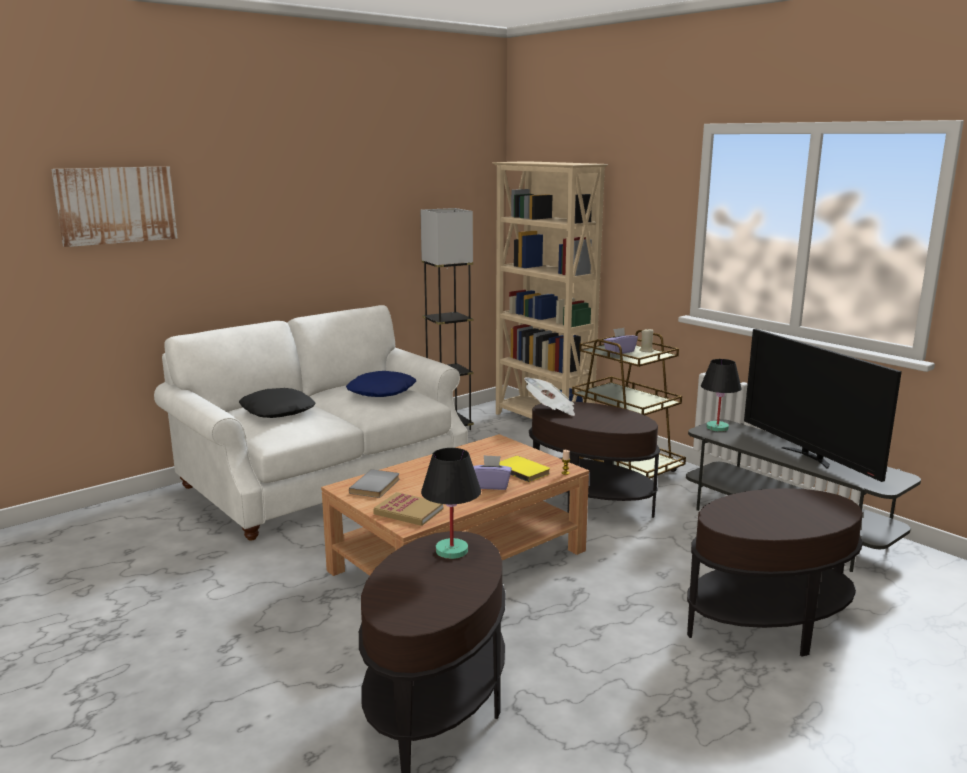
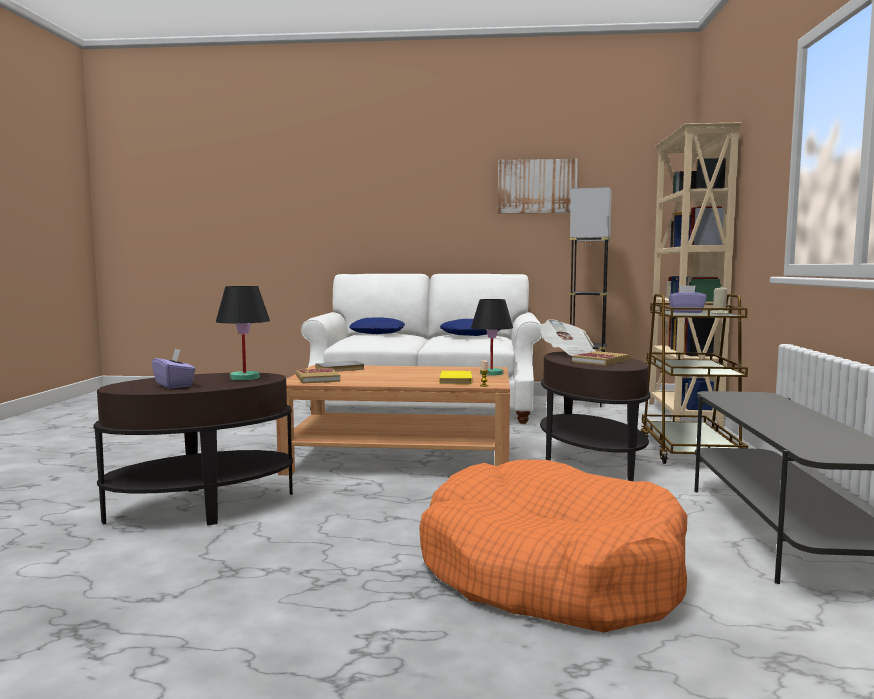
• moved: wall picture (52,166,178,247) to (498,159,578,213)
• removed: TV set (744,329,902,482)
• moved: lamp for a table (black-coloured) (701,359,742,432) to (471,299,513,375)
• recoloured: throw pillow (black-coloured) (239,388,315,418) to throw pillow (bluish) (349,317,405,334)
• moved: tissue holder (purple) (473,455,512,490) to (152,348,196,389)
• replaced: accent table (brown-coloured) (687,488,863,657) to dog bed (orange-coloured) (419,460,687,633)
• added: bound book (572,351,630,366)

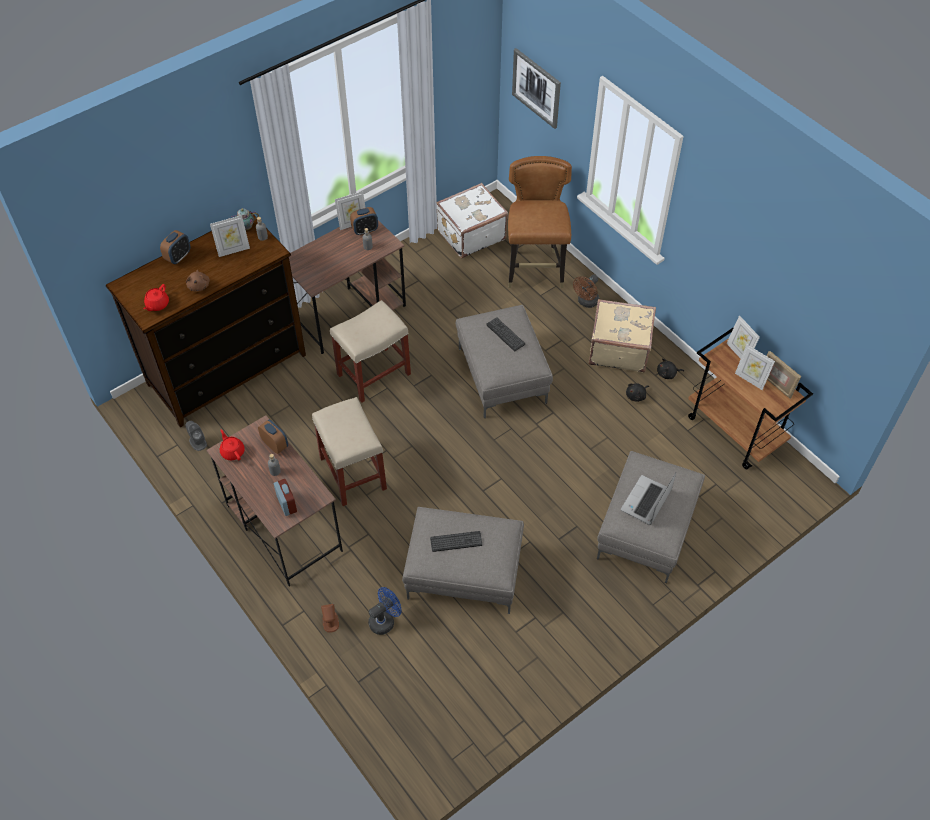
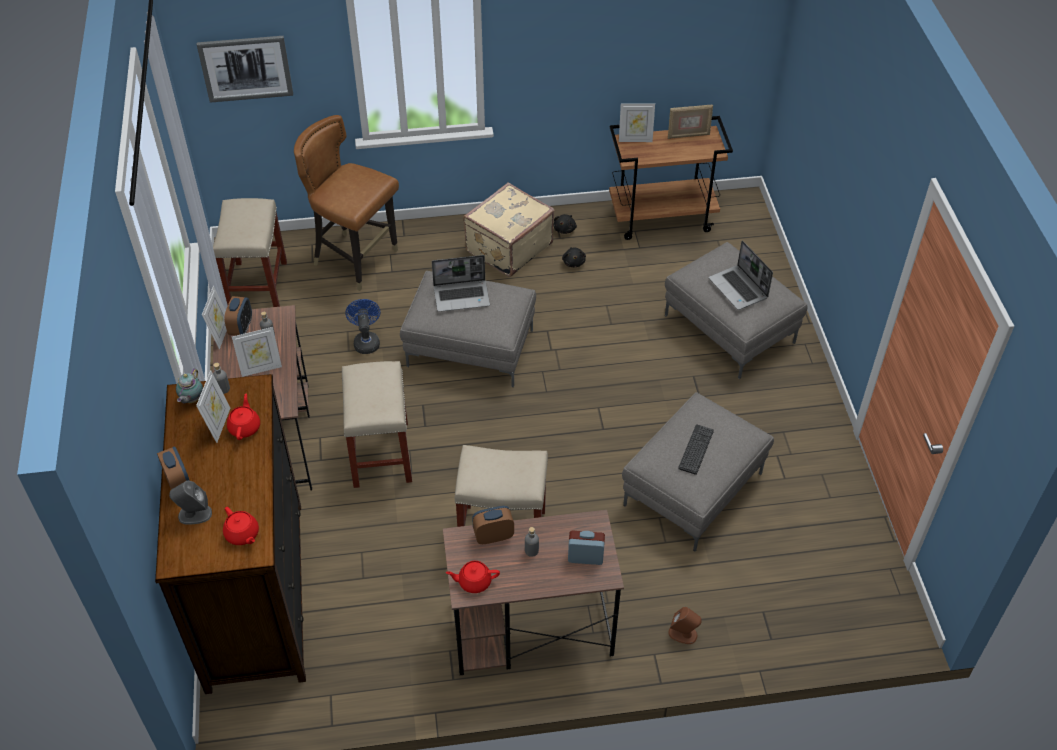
• replaced: piece of luggage (white) (437,183,508,258) to stool (beige) (213,198,287,307)
• removed: soft toy (brown-coloured) (186,270,210,292)
• removed: fan (brown-coloured) (573,274,599,308)
• replaced: PC keyboard (486,317,525,351) to laptop (432,255,490,312)
• moved: picture frame (735,344,775,390) to (232,327,282,377)
• moved: audio speaker (gray) (185,421,207,451) to (169,481,212,525)
• moved: fan (bluish) (368,587,402,635) to (345,299,380,354)
• added: teapot (reddish) (227,394,260,440)

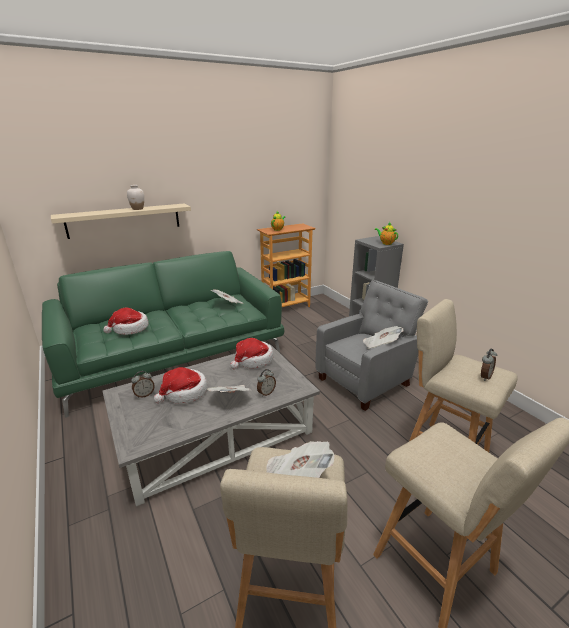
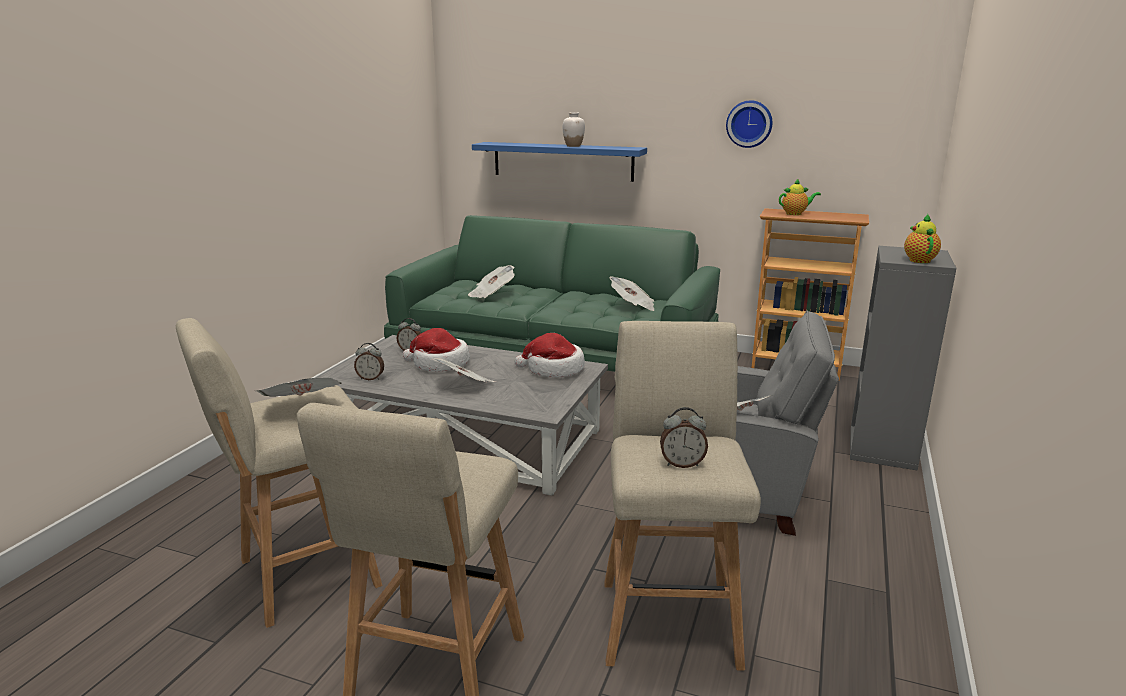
• recoloured: shelf (beige) (51,203,191,239) to shelf (bluish) (472,142,647,182)
• replaced: wearable hat (103,308,149,335) to printed paper (468,265,515,298)
• moved: bedside clock (257,369,276,397) to (354,343,384,380)
• added: hanging clock (726,100,772,148)

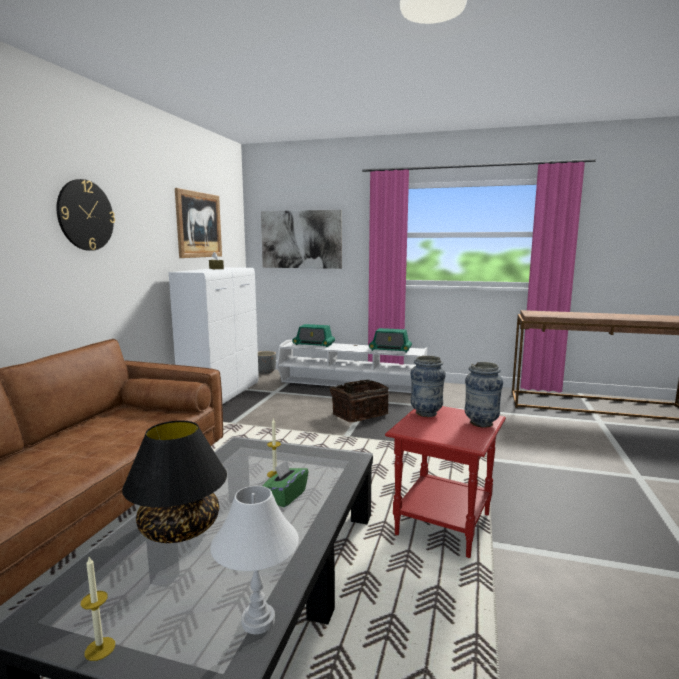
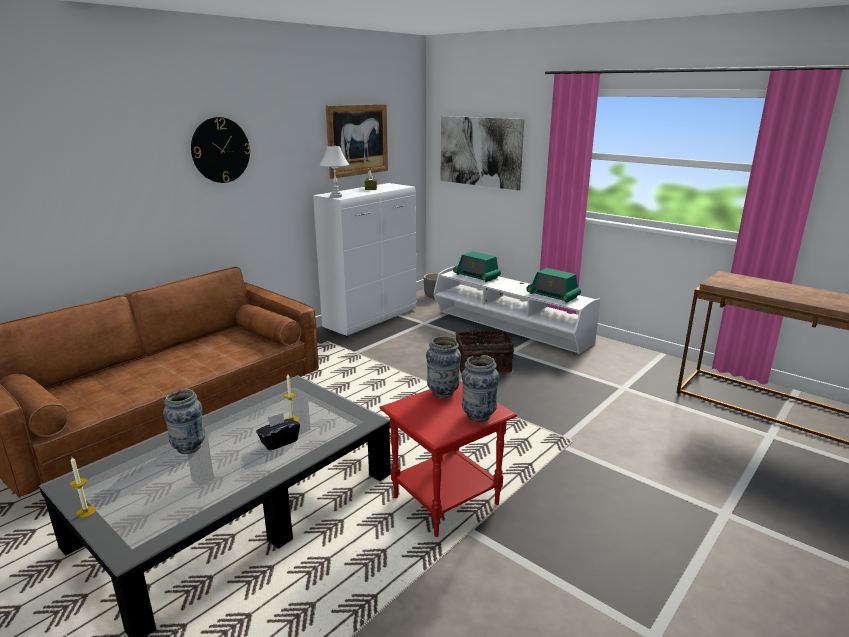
• replaced: lamp for a table (black-coloured) (122,420,227,543) to decorative vase (163,389,205,454)
• recoloured: tissue holder (greenish) (263,460,308,507) to tissue holder (black-coloured) (256,413,300,451)
• moved: lamp for a table (white) (210,486,299,634) to (320,146,349,198)

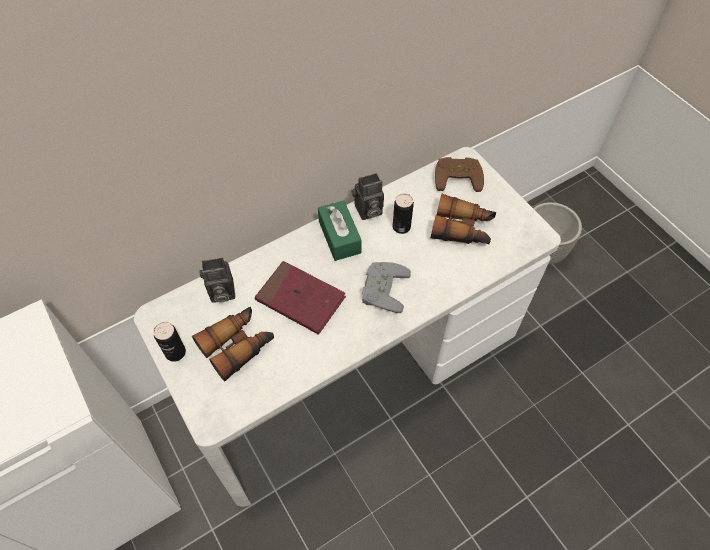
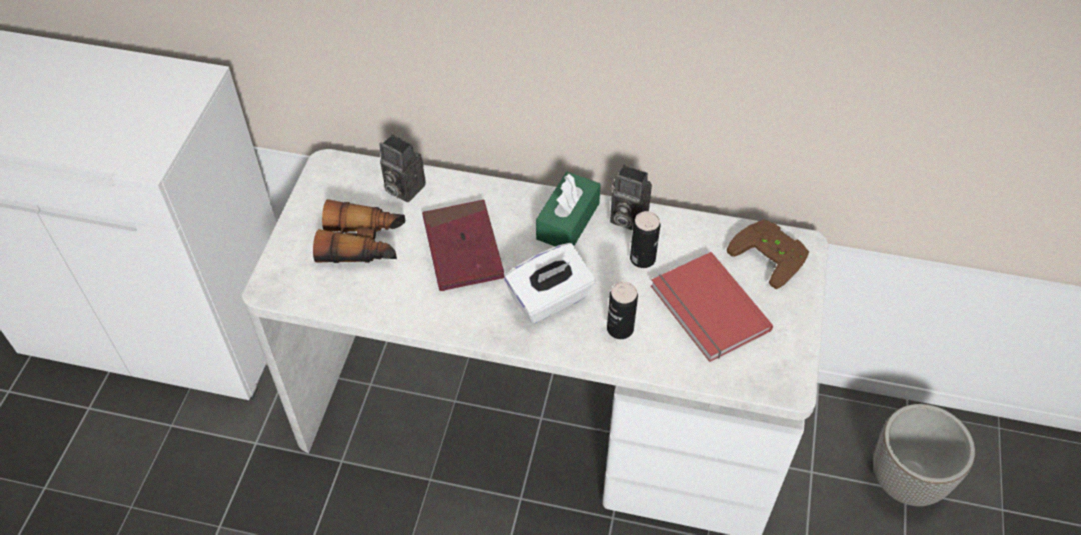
• replaced: binoculars (431,194,496,244) to bound book (reddish) (651,252,773,362)
• replaced: game controller (gray) (362,262,411,313) to tissue holder (white) (504,243,595,324)
• moved: sealed can (153,322,186,362) to (607,282,638,339)

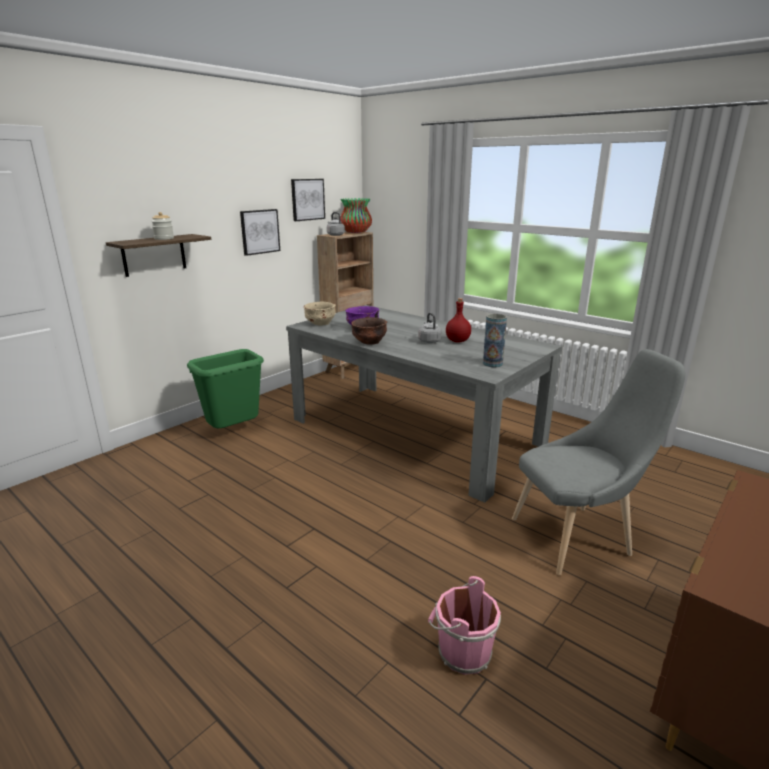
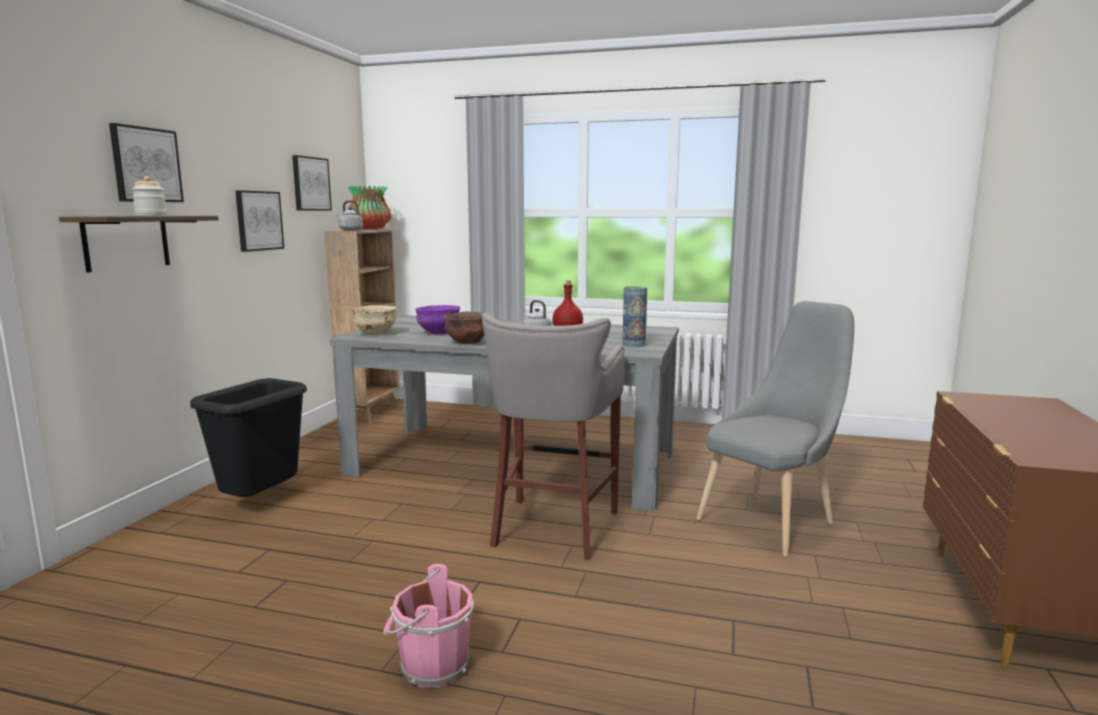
• recoloured: waste bin (greenish) (187,349,264,428) to waste bin (black-coloured) (190,378,307,497)
• moved: bucket (pink) (428,576,501,675) to (383,564,474,688)
• added: wall picture (109,123,184,202)
• added: stool (gray) (481,313,625,560)

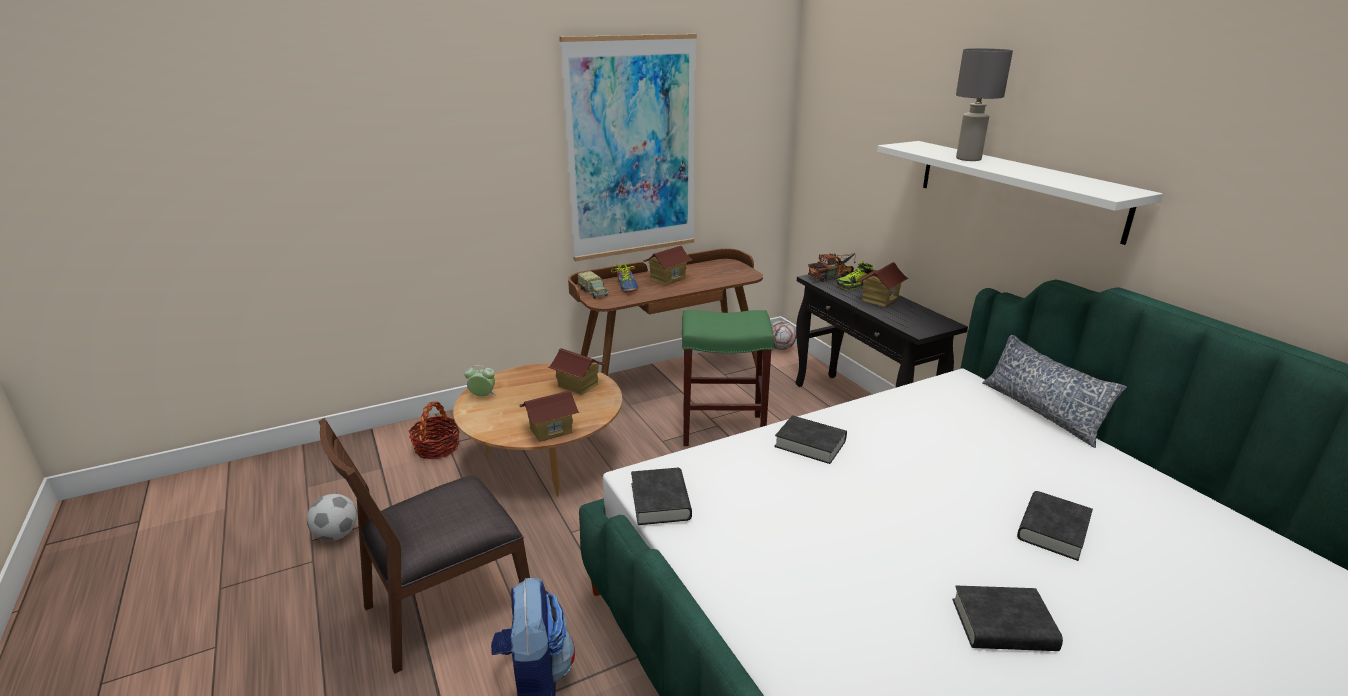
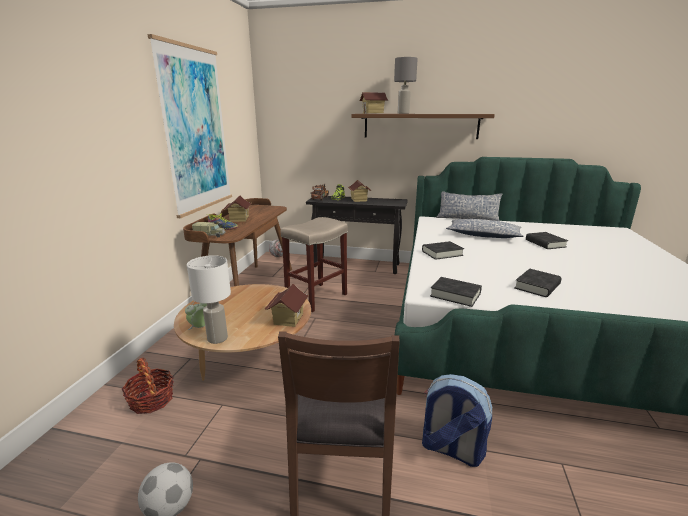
• recoloured: shelf (white) (877,141,1163,245) to shelf (brown-coloured) (351,114,495,139)
• recoloured: stool (greenish) (682,310,774,446) to stool (beige) (281,217,348,312)
• moved: miniature house (548,348,605,395) to (359,92,388,114)
• moved: bound book (black-coloured) (952,586,1063,651) to (515,269,561,297)
• added: throw pillow (446,219,524,238)
• added: lamp for a table (white) (187,255,231,344)

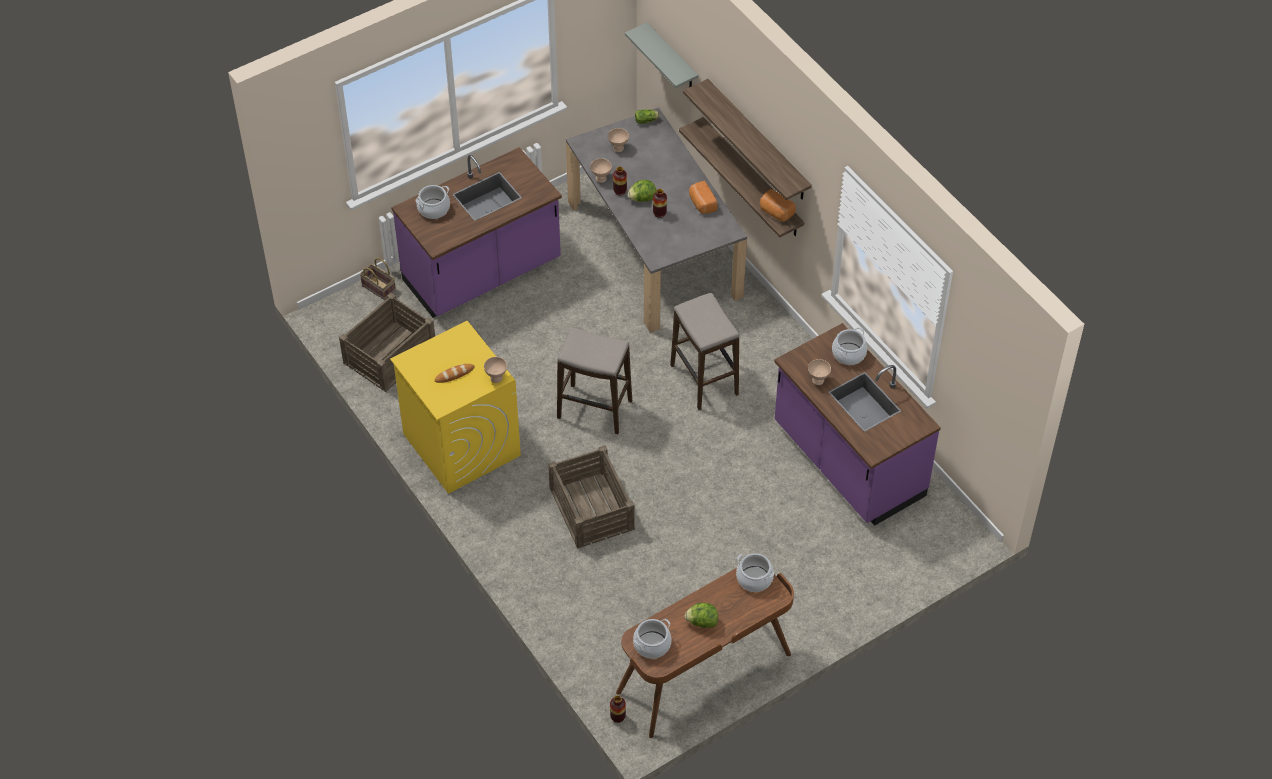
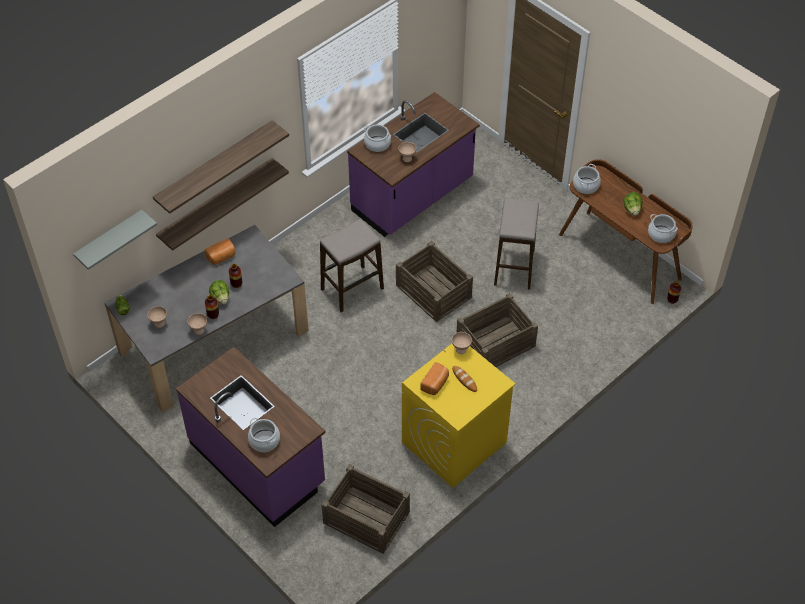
• moved: bakery bread (760,189,796,222) to (420,362,449,395)
• removed: basket (360,258,396,300)
• moved: stool (557,327,632,434) to (494,198,539,290)
• added: shipping crate (396,241,473,322)

